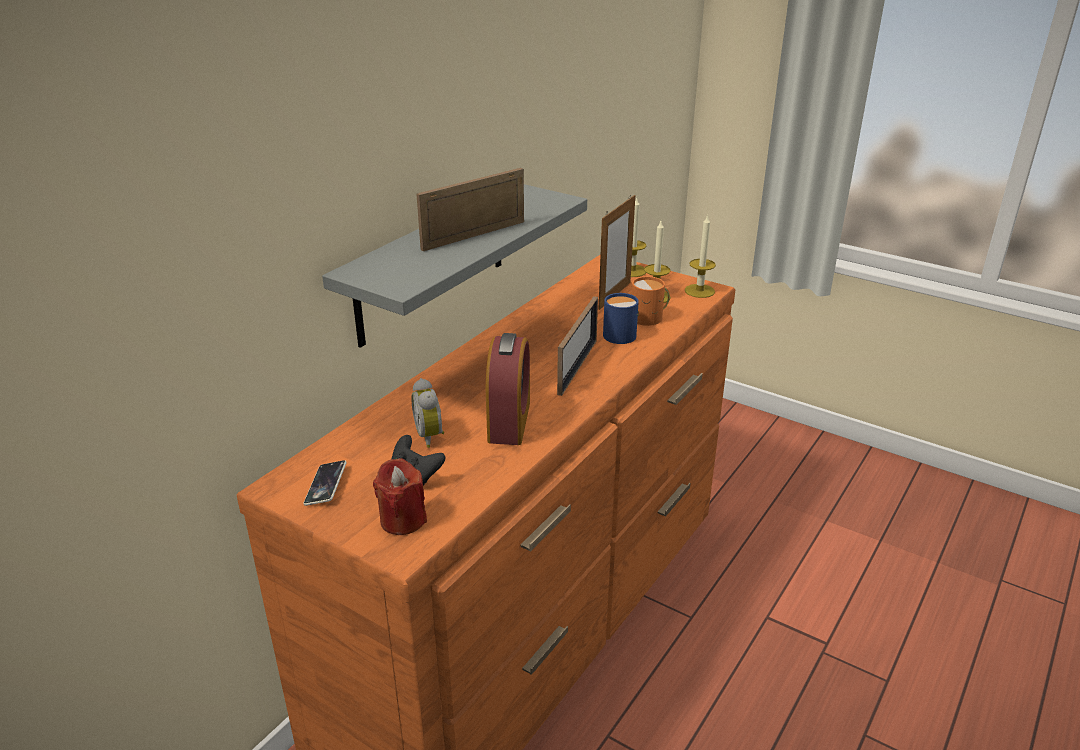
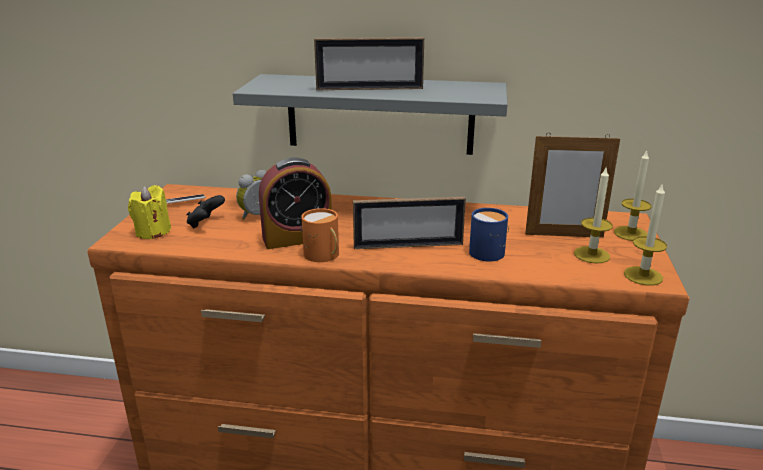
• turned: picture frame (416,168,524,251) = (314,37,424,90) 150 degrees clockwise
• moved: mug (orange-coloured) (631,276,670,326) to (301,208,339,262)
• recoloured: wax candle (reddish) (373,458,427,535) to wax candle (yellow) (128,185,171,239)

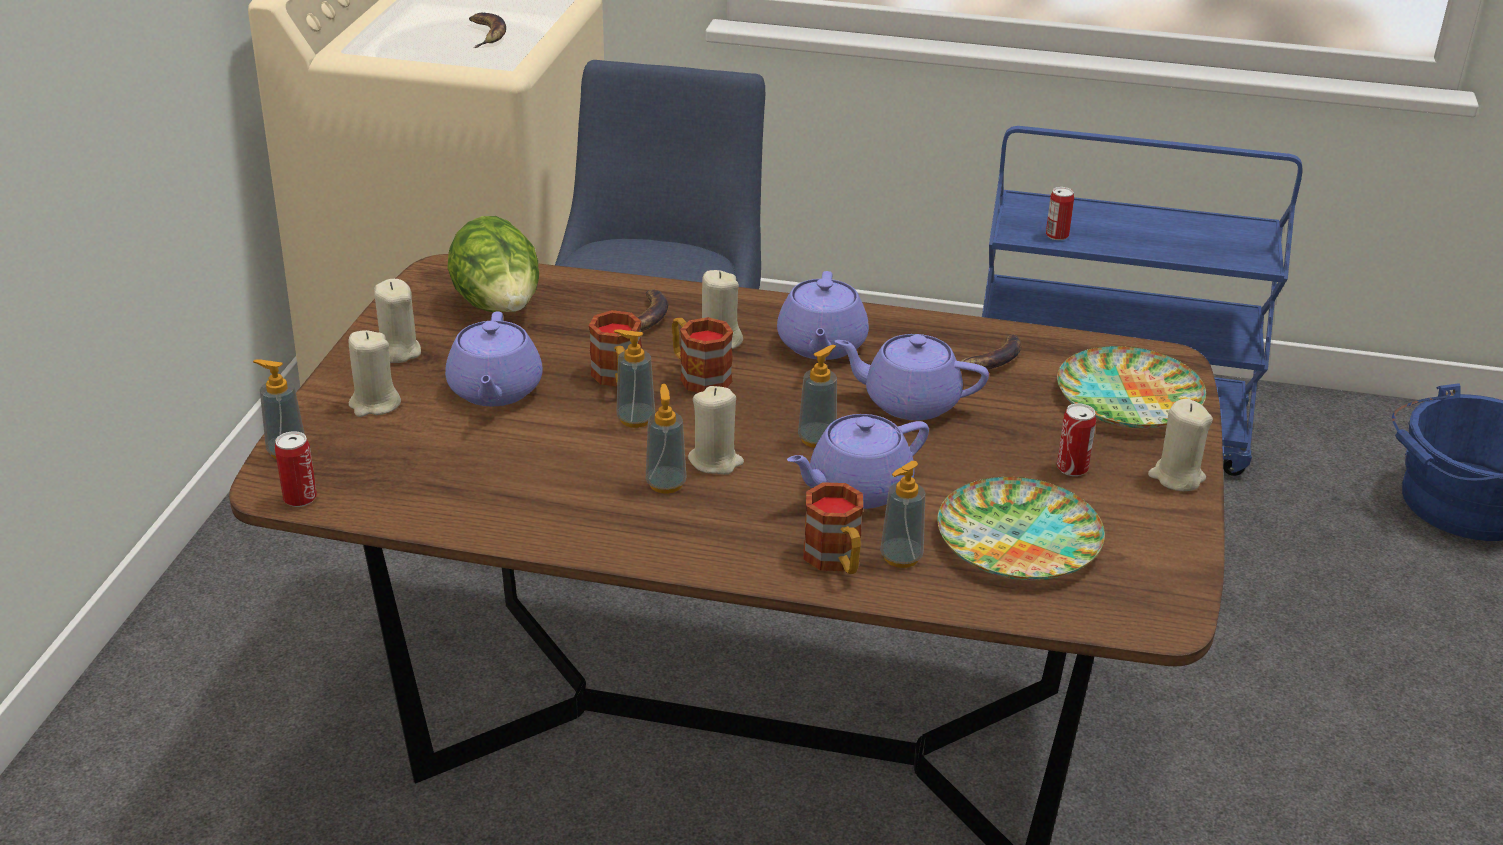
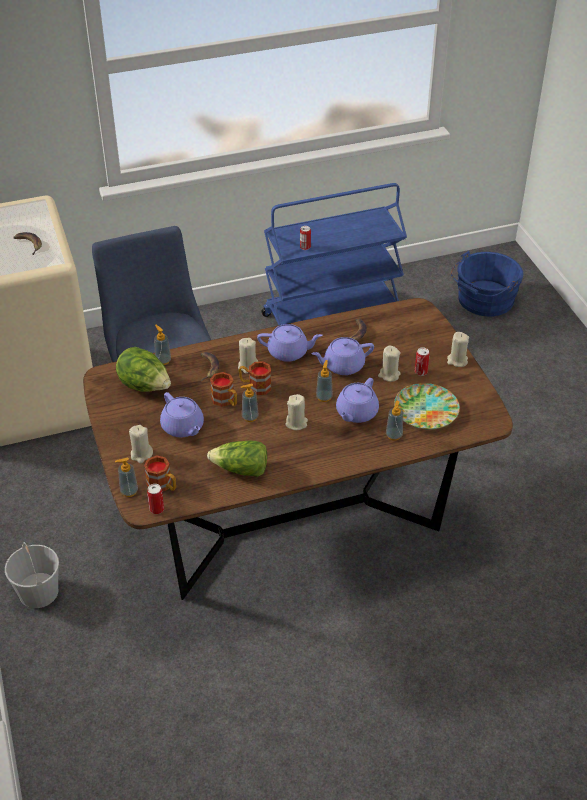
• turned: teapot (purple) (777,271,869,360) = (257,324,323,362) 60 degrees counterclockwise
• moved: wax candle (beige) (374,279,421,363) to (378,346,400,382)
• removed: plate (1057,346,1206,428)
• moved: soap dispenser (646,384,686,494) to (154,325,171,365)
• moved: mug (804,482,863,574) to (144,455,176,492)
• added: lettuce head (207,441,267,477)
• added: bucket (white) (5,542,59,608)

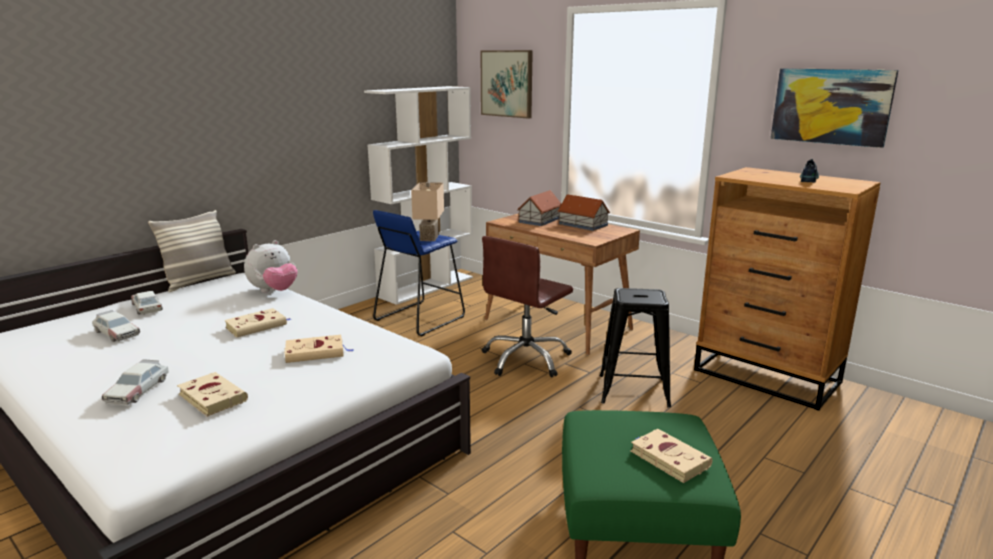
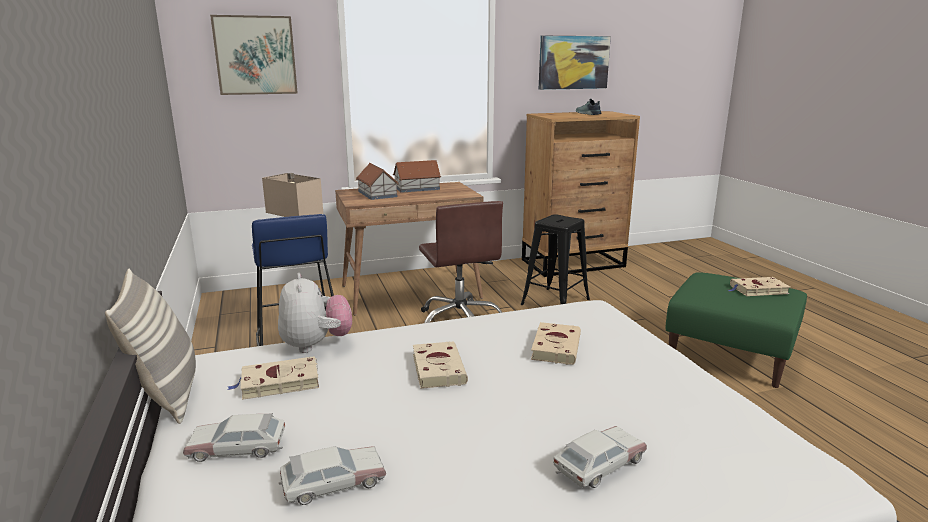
• removed: shelving unit (white) (364,86,473,305)
• turned: model car (102,359,169,406) = (553,426,647,488) 75 degrees counterclockwise
• moved: bound book (beige) (177,372,248,417) to (227,356,319,400)

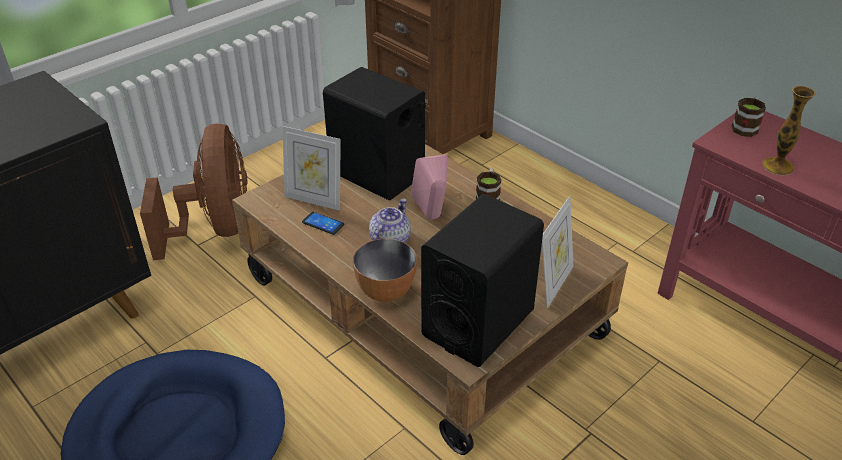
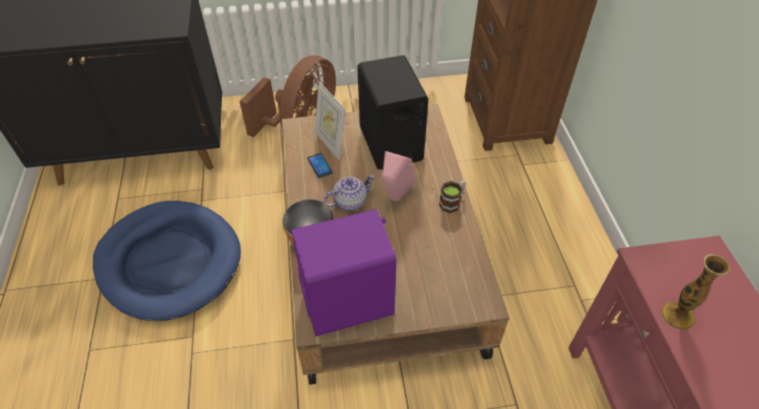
• removed: mug (732,97,766,137)
• recoloured: audio speaker (black-coloured) (421,194,544,367) to audio speaker (purple) (292,209,396,336)
• removed: picture frame (542,196,574,308)

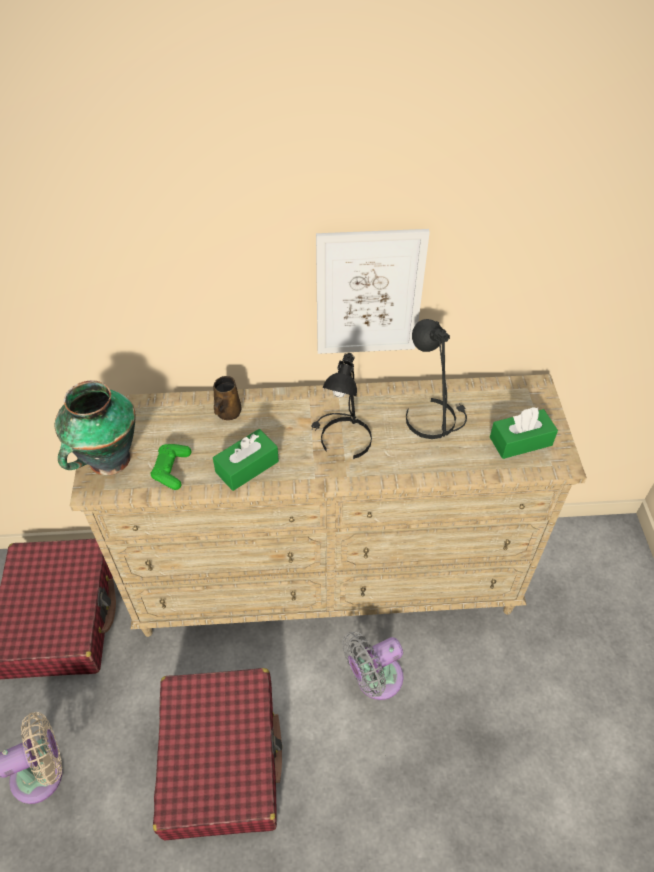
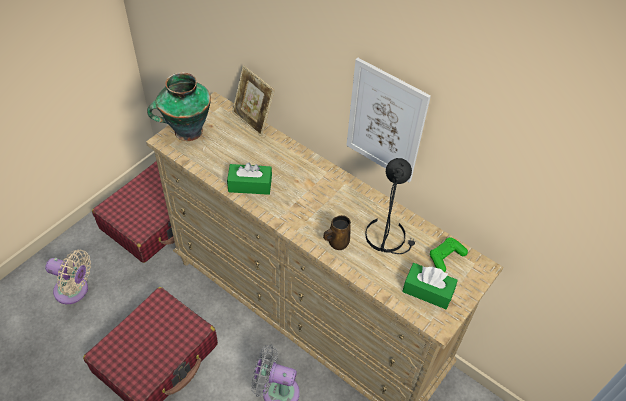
• removed: lamp for a table (black-coloured) (311,353,372,459)
• moved: mug (brown-coloured) (213,376,241,420) to (323,215,351,250)
• moved: game controller (greenish) (150,444,191,490) to (430,237,468,272)
• added: picture frame (232,65,275,136)

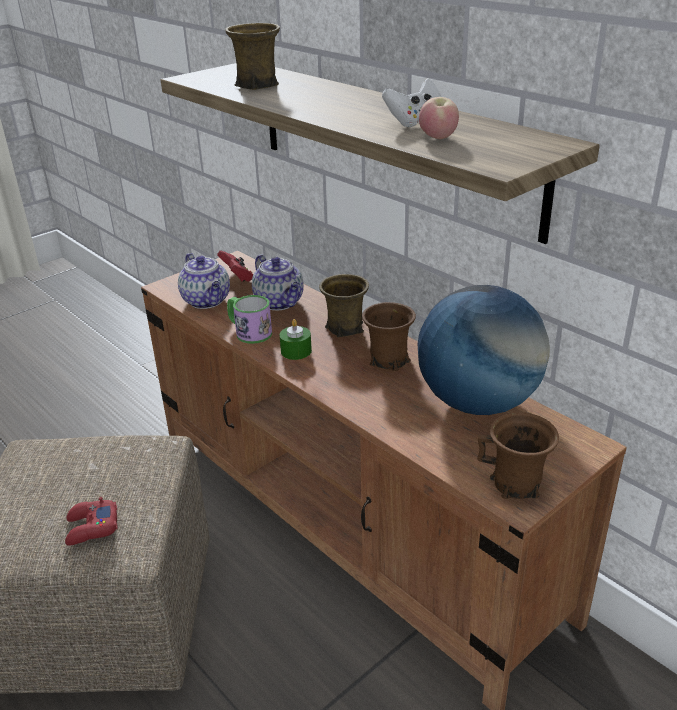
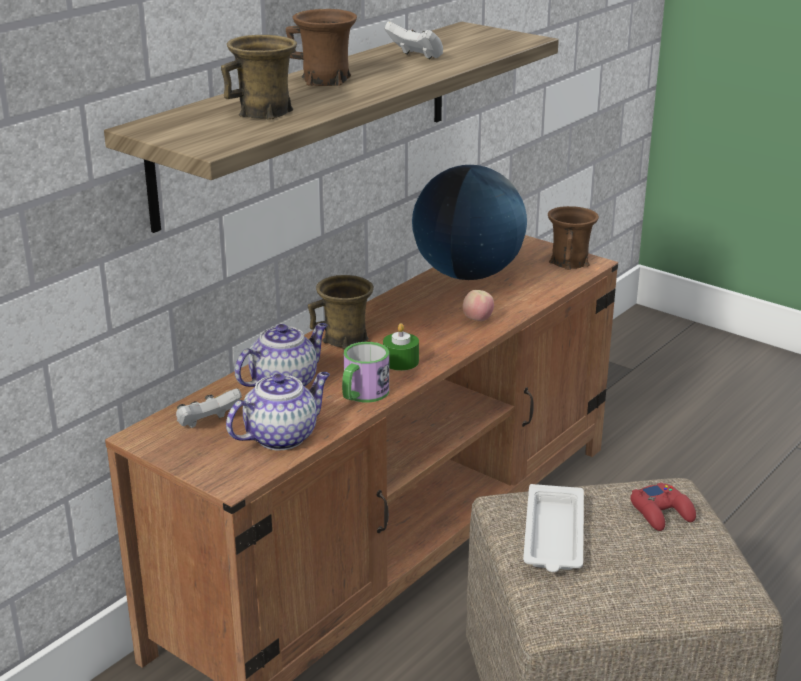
• moved: apple fruit (419,97,459,139) to (463,290,494,321)
• recoloured: game controller (reddish) (217,251,253,282) to game controller (white) (176,388,242,428)
• moved: mug (brown-coloured) (362,302,416,371) to (286,9,357,86)
• added: serving tray (white) (523,484,584,572)

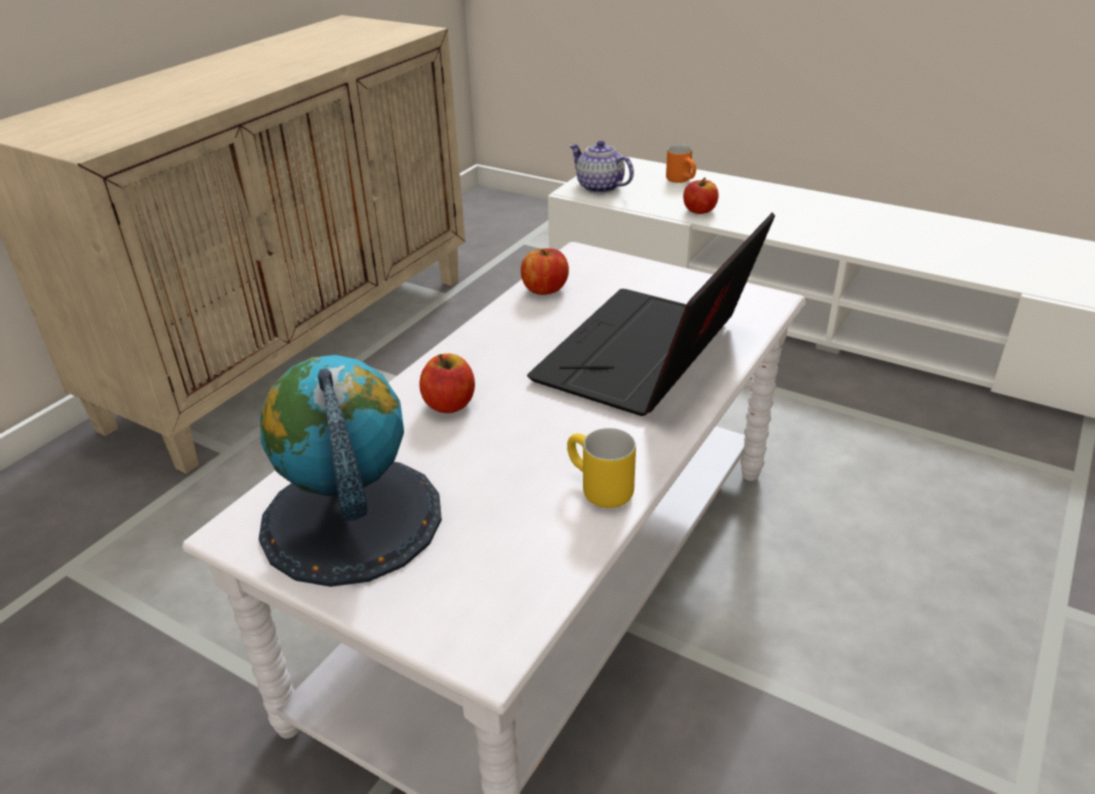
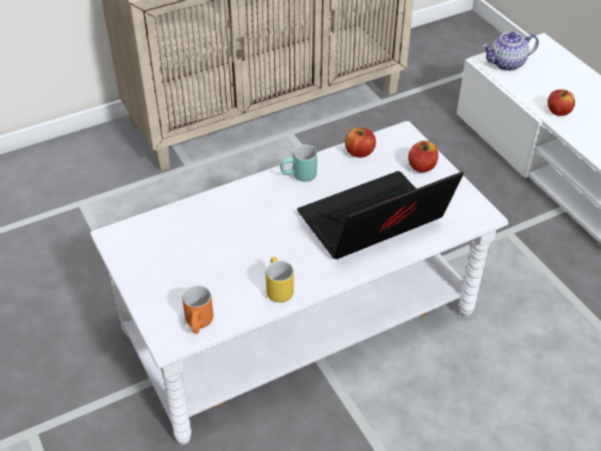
• turned: teapot (569,140,634,194) = (483,32,539,71) 90 degrees counterclockwise
• moved: mug (orange-coloured) (666,145,696,183) to (182,285,213,334)
• moved: apple fruit (420,353,475,413) to (408,141,438,173)
• removed: world globe (259,355,442,587)
• added: mug (turquoise-coloured) (280,144,317,182)

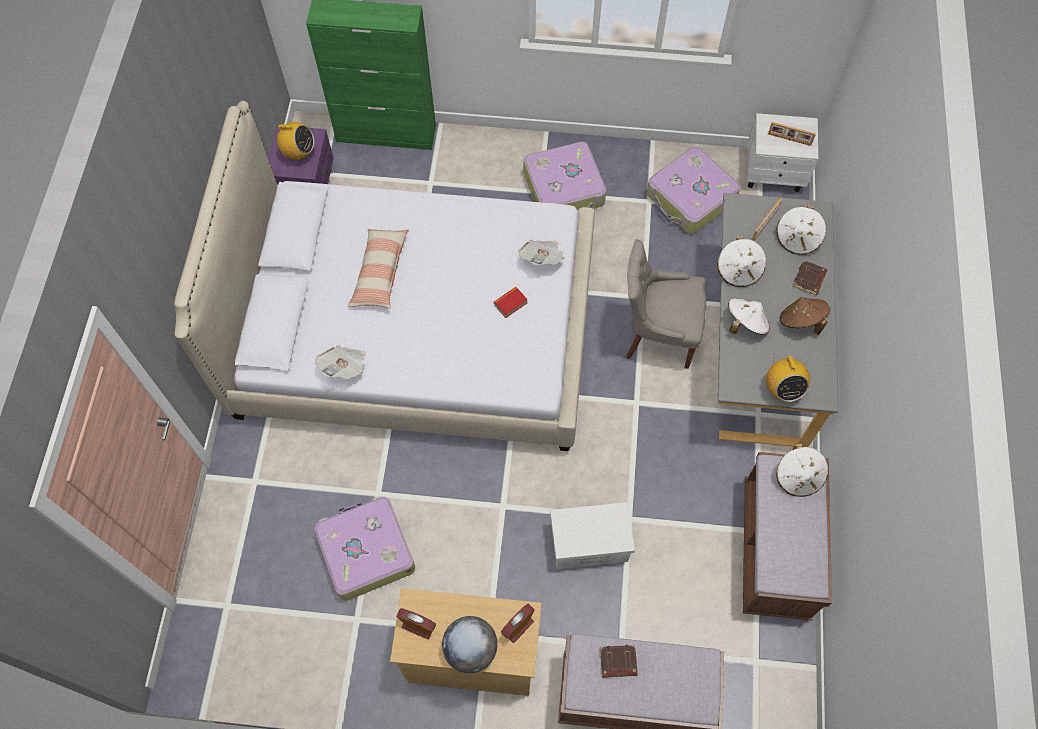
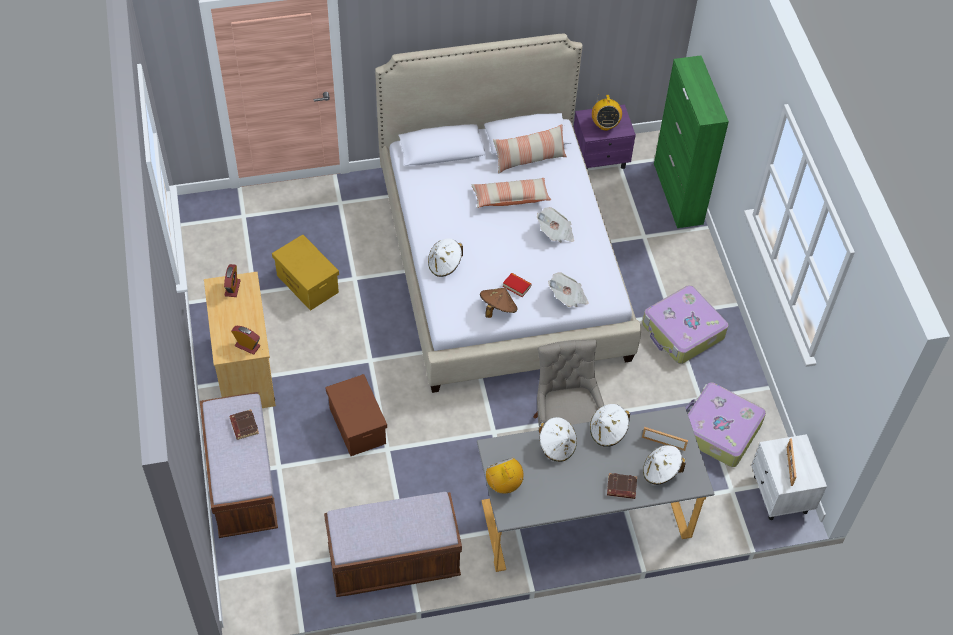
• moved: wearable hat (brown-coloured) (780,297,830,335) to (480,288,517,318)
• moved: printed paper (315,345,366,379) to (537,207,574,242)
• turned: radio set (766,355,810,402) = (486,458,524,494) 90 degrees clockwise
• moved: wearable hat (white) (776,444,828,497) to (428,238,463,277)
• replaced: piece of luggage (314,496,415,601) to storage container (yellow) (272,234,339,311)
• recoloured: storage container (white) (550,502,635,569) to storage container (brown-coloured) (325,374,387,456)
• removed: world globe (442,616,498,673)
• added: throw pillow (493,124,567,174)

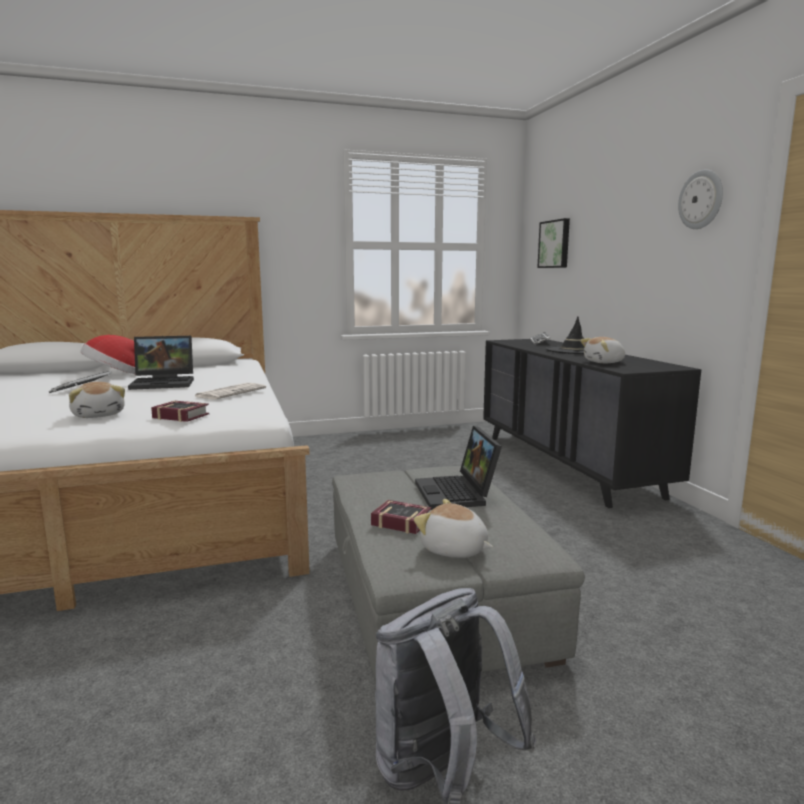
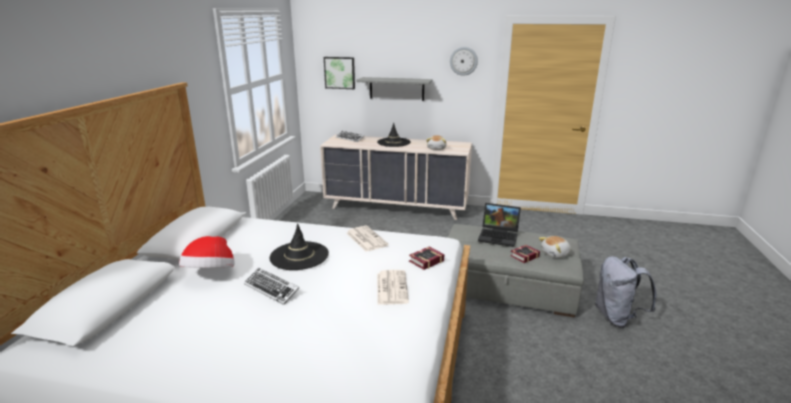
• replaced: laptop (128,336,194,390) to wearable hat (black-coloured) (270,223,329,270)
• recoloured: dresser (black-coloured) (483,339,701,508) to dresser (beige) (320,135,472,220)
• replaced: soft toy (69,382,125,418) to printed paper (377,270,409,305)
• added: shelf (gray) (356,77,432,101)

